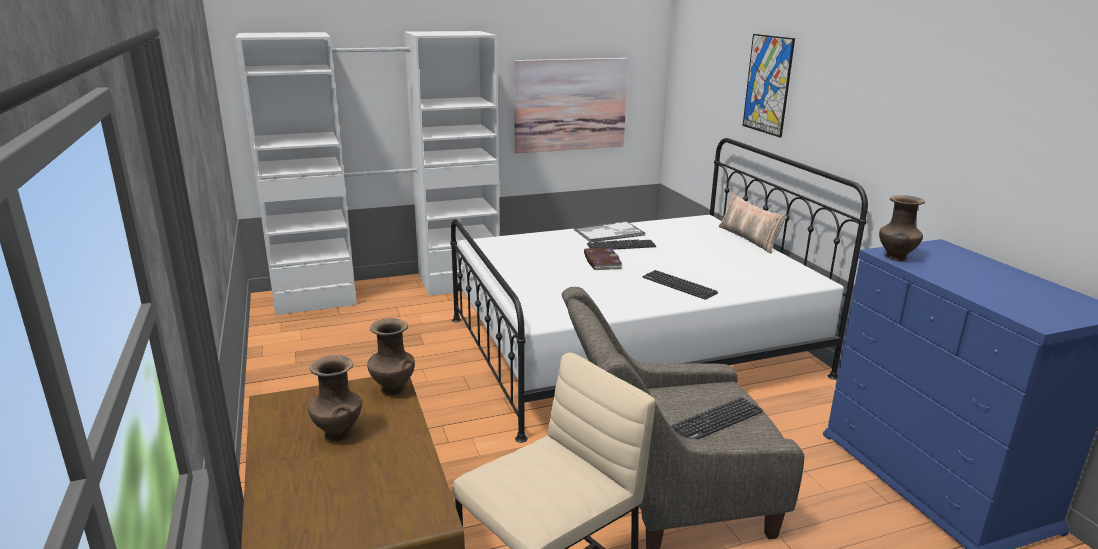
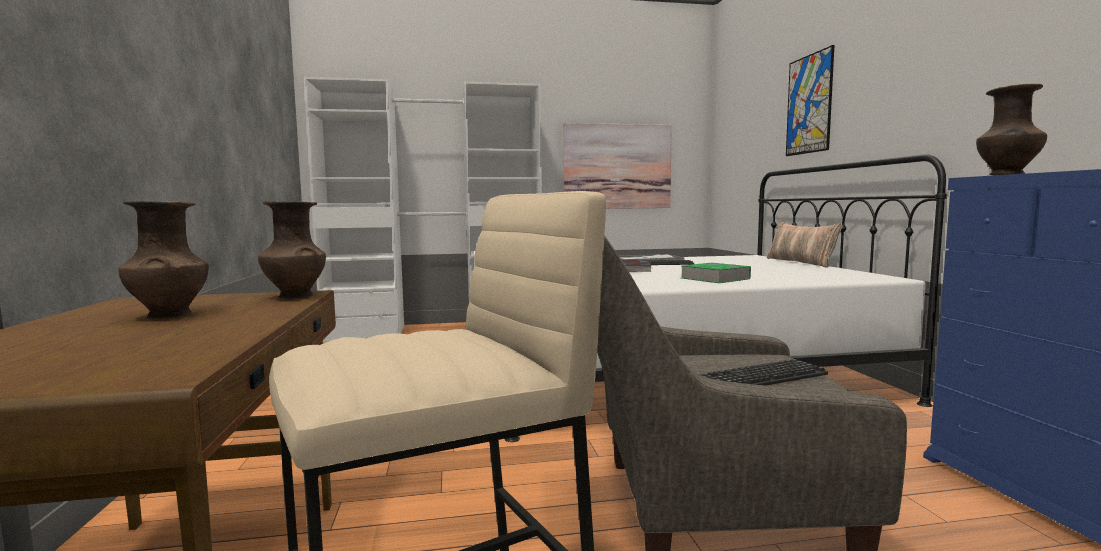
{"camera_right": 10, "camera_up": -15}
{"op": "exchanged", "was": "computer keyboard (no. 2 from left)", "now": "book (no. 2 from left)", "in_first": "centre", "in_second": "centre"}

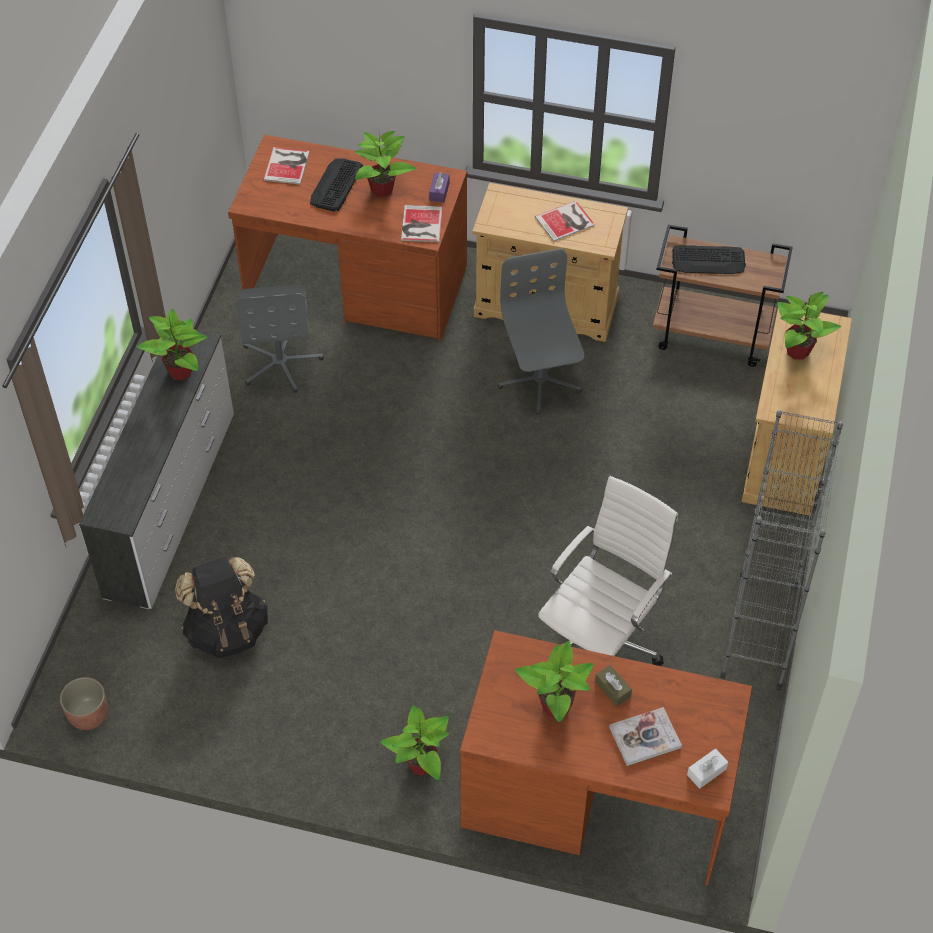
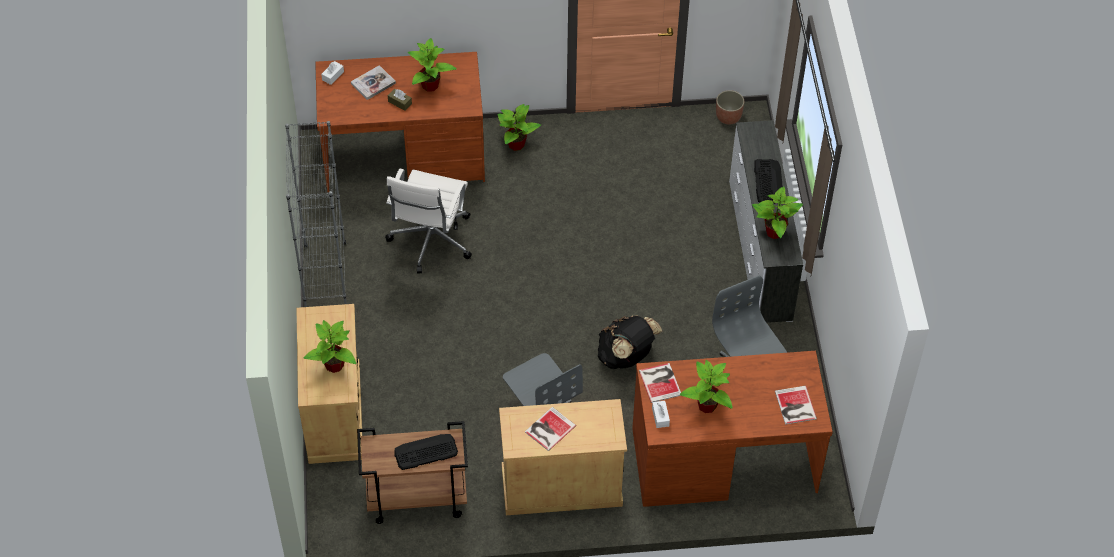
{"camera_right": 160, "camera_up": 0}
{"op": "relocated", "was": "rucksack in black", "in_first": "middle left", "in_second": "centre"}
{"op": "colour", "was": "box of tissues in purple-coloured", "now": "box of tissues in whitish (no. 2 from left)", "in_first": "top centre", "in_second": "bottom centre"}
{"op": "relocated", "was": "computer keyboard (no. 1 from left in the first image)", "now": "computer keyboard (no. 2 from left)", "in_first": "top centre", "in_second": "top right"}

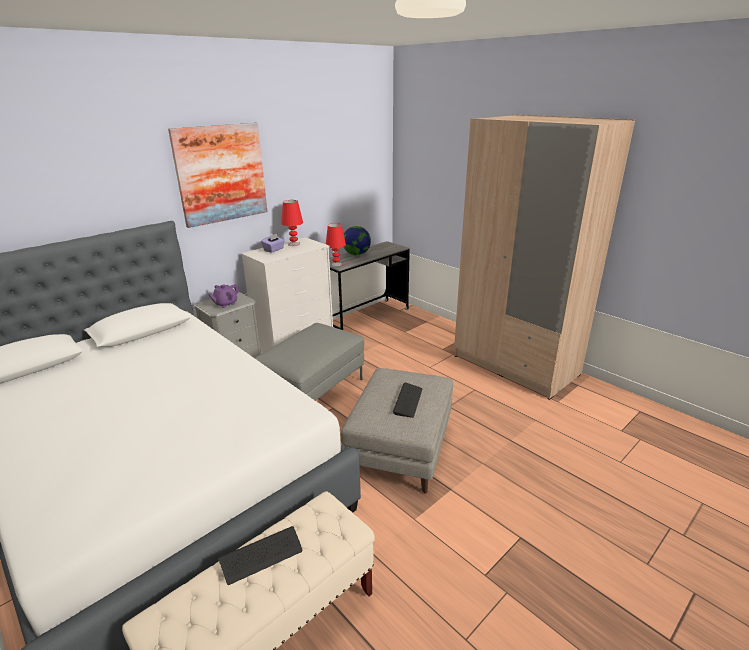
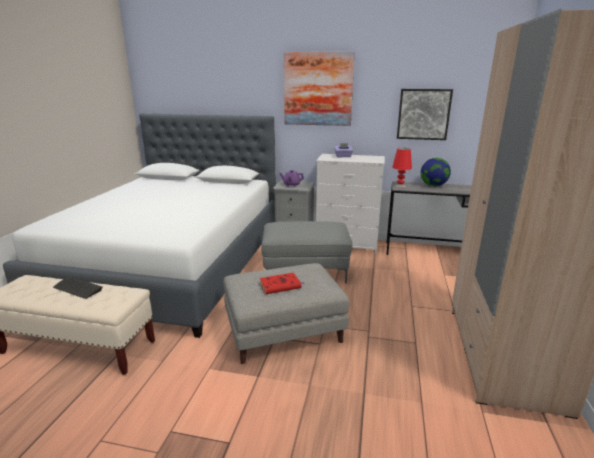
{"camera_right": 55, "camera_up": -5}
{"op": "exchanged", "was": "computer keyboard (no. 2 from left)", "now": "book in red", "in_first": "centre", "in_second": "centre"}
{"op": "appeared", "now": "picture (no. 2 from left)", "in_second": "top right"}
{"op": "missing", "was": "table lamp in red (no. 1 from left)", "in_first": "centre"}

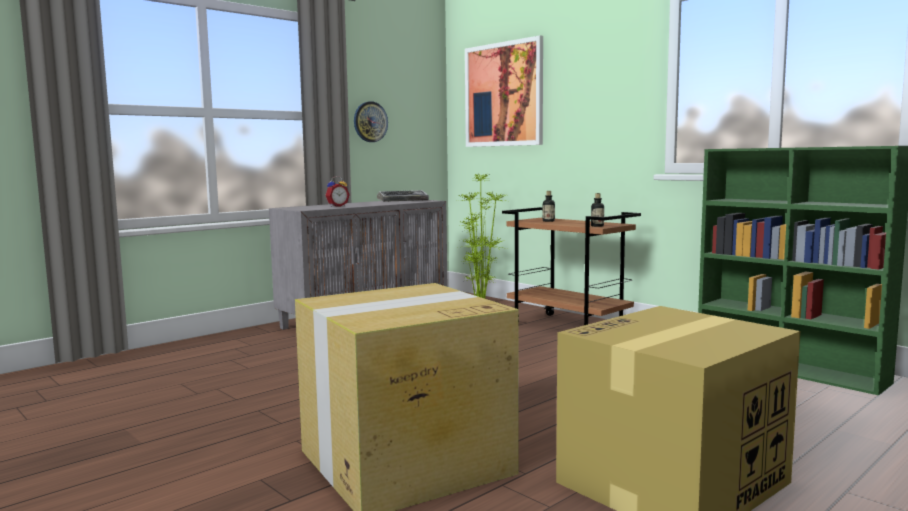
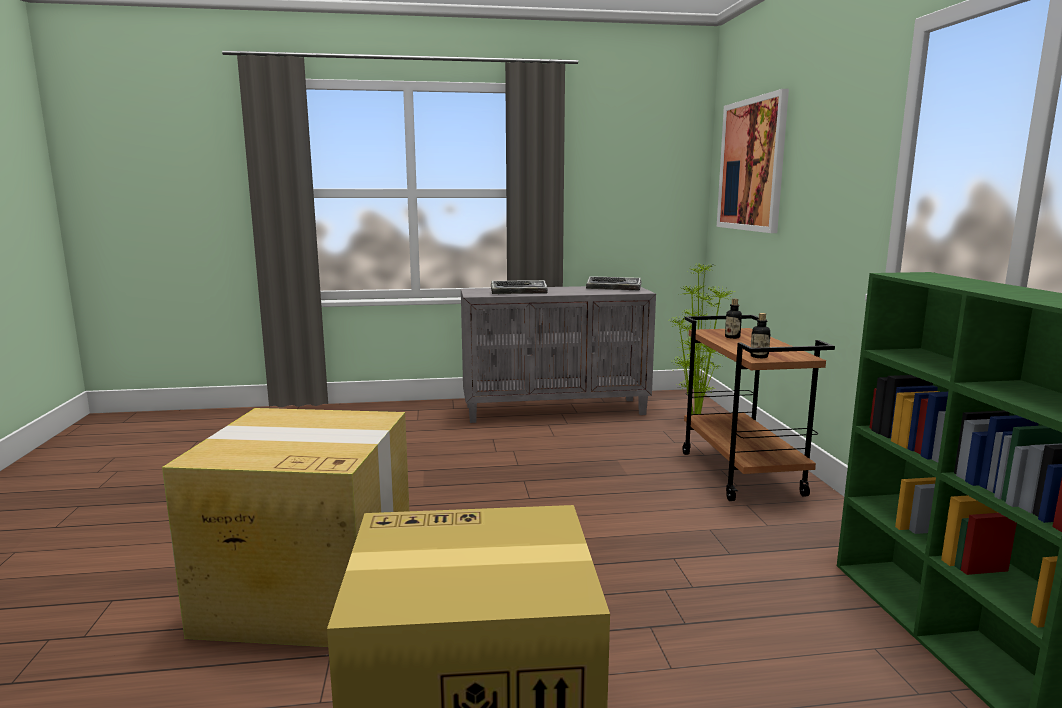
{"camera_right": 35, "camera_up": 5}
{"op": "exchanged", "was": "table clock", "now": "computer keyboard (no. 1 from left)", "in_first": "centre", "in_second": "centre"}
{"op": "missing", "was": "wall clock", "in_first": "top centre"}

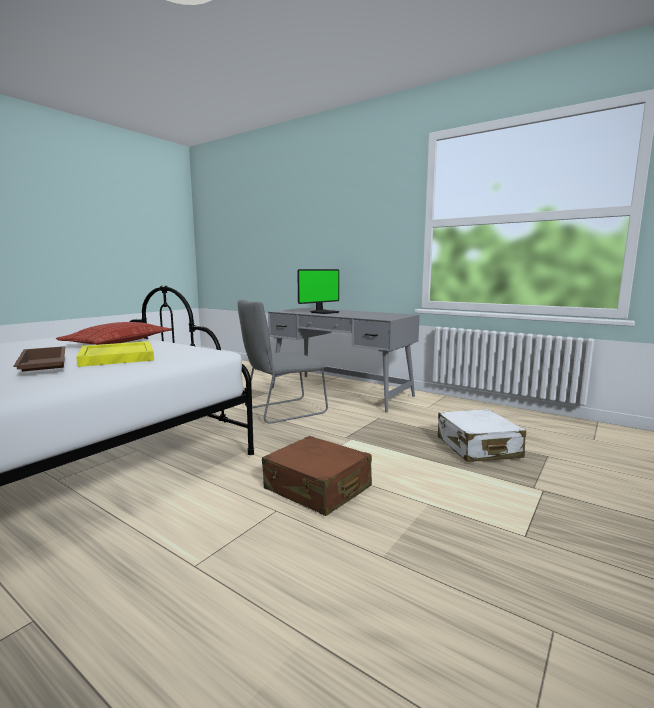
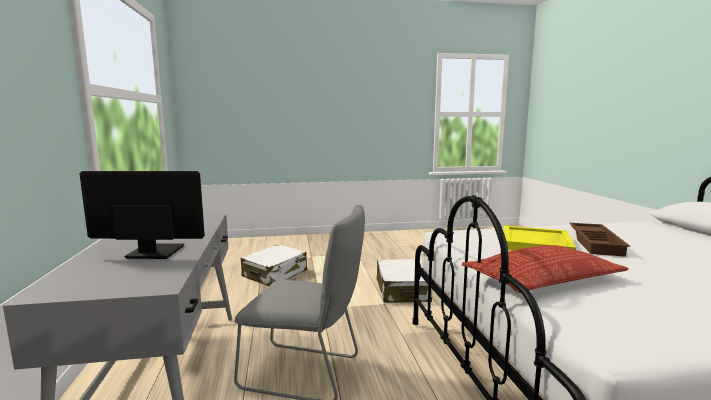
{"camera_right": -135, "camera_up": 0}
{"op": "colour", "was": "suitcase in brown", "now": "suitcase in whitish (no. 2 from left)", "in_first": "bottom centre", "in_second": "bottom centre"}

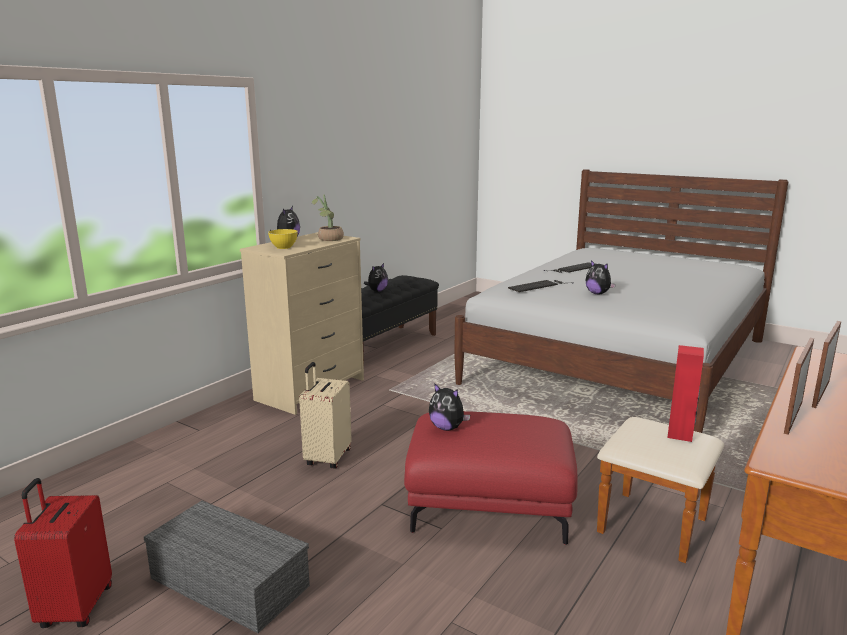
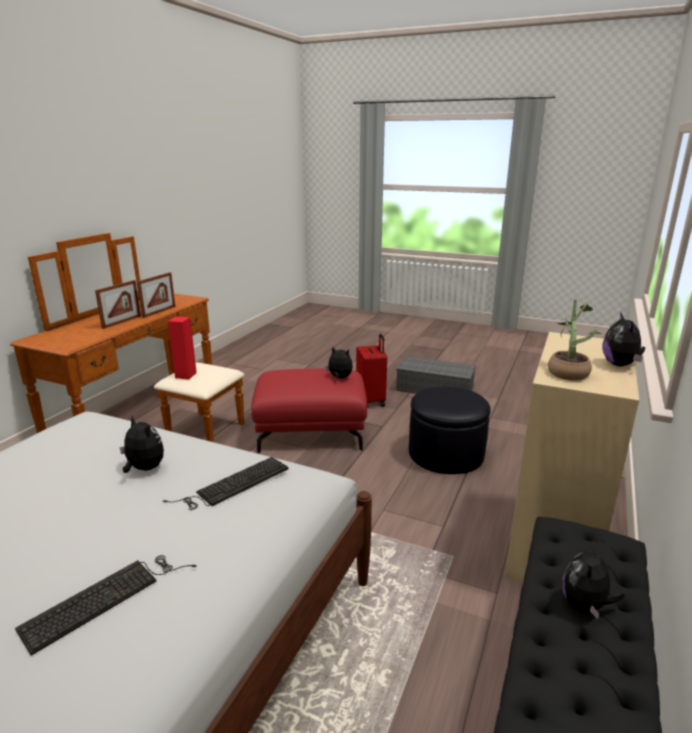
{"camera_right": 170, "camera_up": 5}
{"op": "relocated", "was": "suitcase in red", "in_first": "bottom left", "in_second": "centre"}
{"op": "exchanged", "was": "suitcase in sand-coloured", "now": "pouffe in black", "in_first": "centre", "in_second": "centre"}
{"op": "missing", "was": "serving bowl in yellow-coloured", "in_first": "centre"}

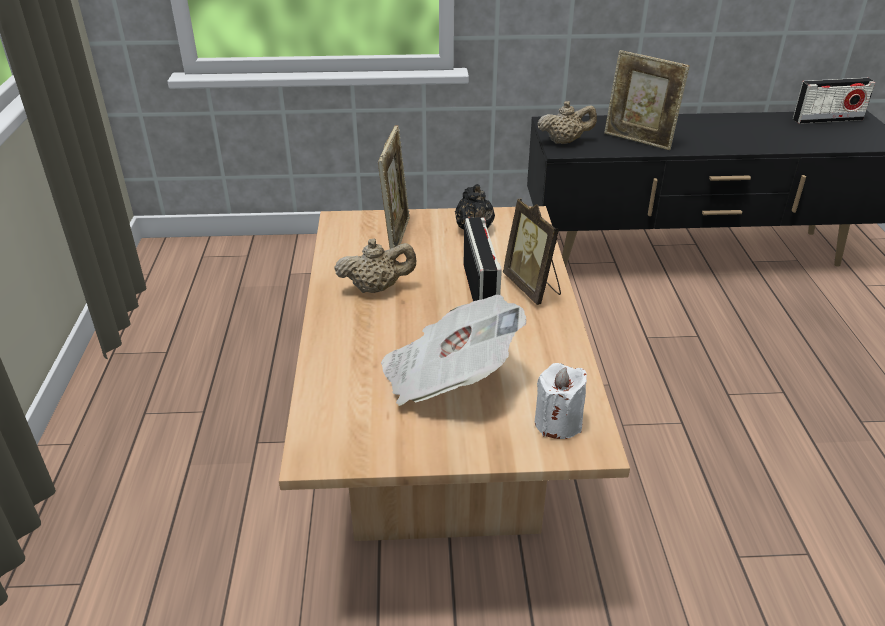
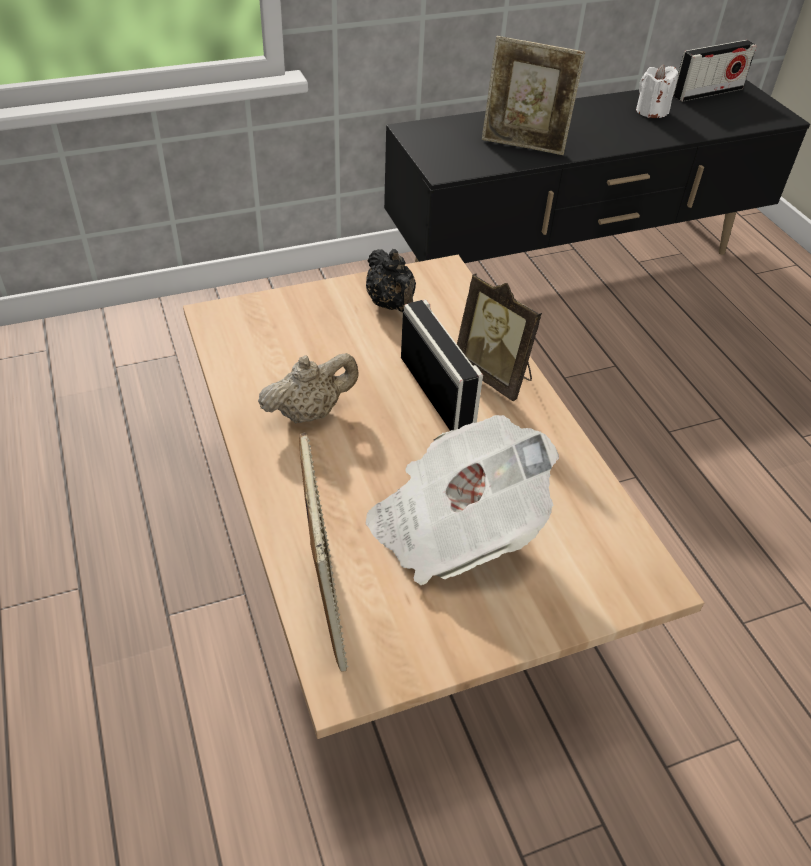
{"camera_right": -20, "camera_up": 10}
{"op": "relocated", "was": "picture frame (no. 1 from left)", "in_first": "top centre", "in_second": "centre"}
{"op": "relocated", "was": "wax candle in whitish", "in_first": "centre", "in_second": "top right"}
{"op": "missing", "was": "tea pot in sand-coloured (no. 2 from left)", "in_first": "top centre"}

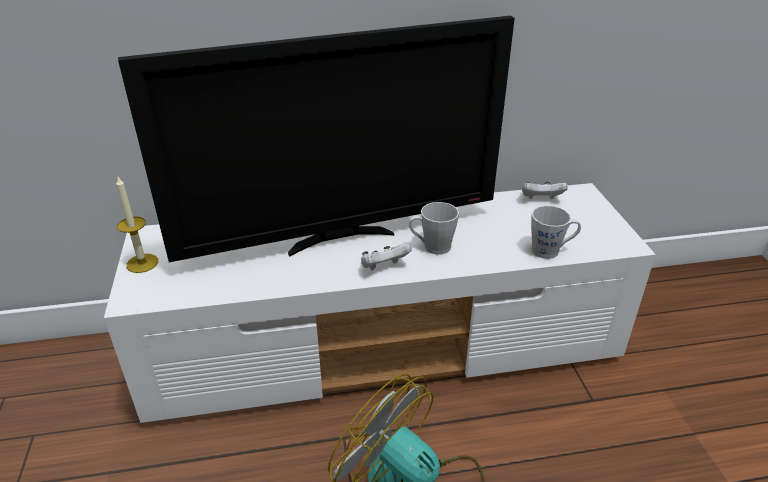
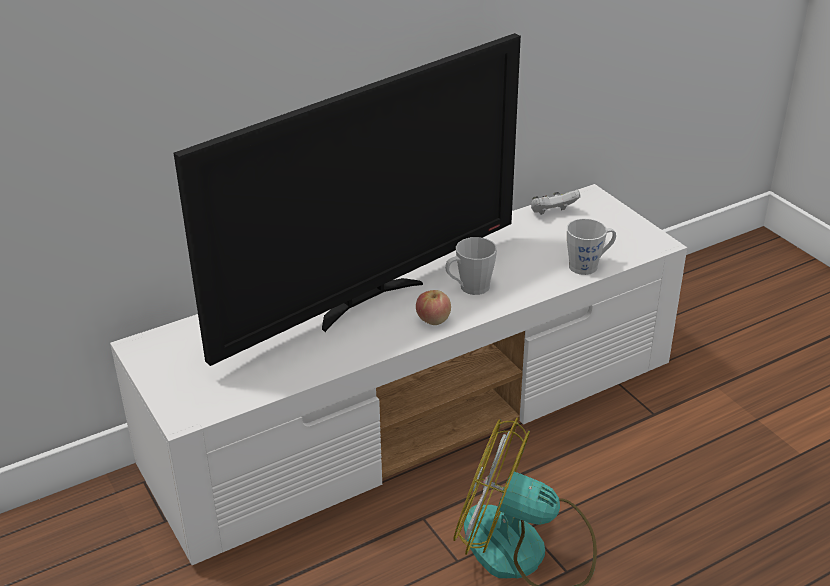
{"camera_right": -20, "camera_up": 0}
{"op": "exchanged", "was": "game controller in whitish (no. 1 from left)", "now": "apple fruit", "in_first": "centre", "in_second": "centre"}
{"op": "missing", "was": "wax candle", "in_first": "middle left"}

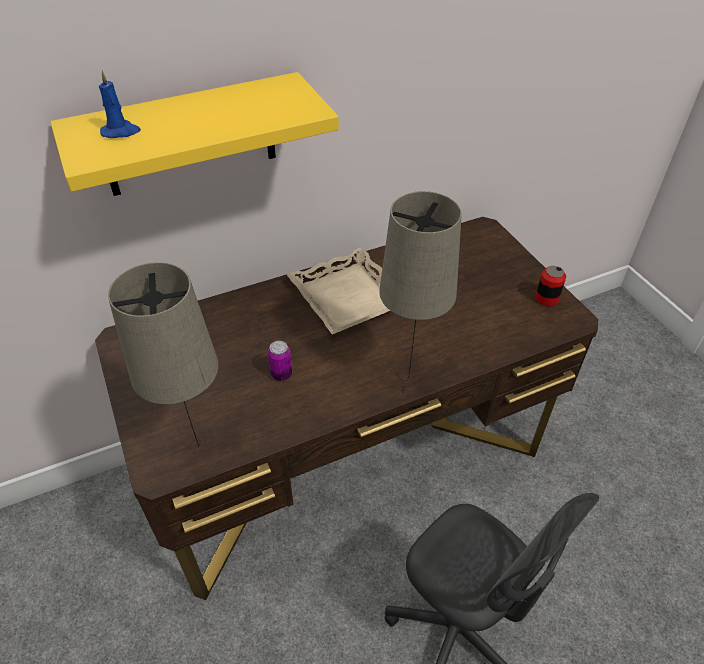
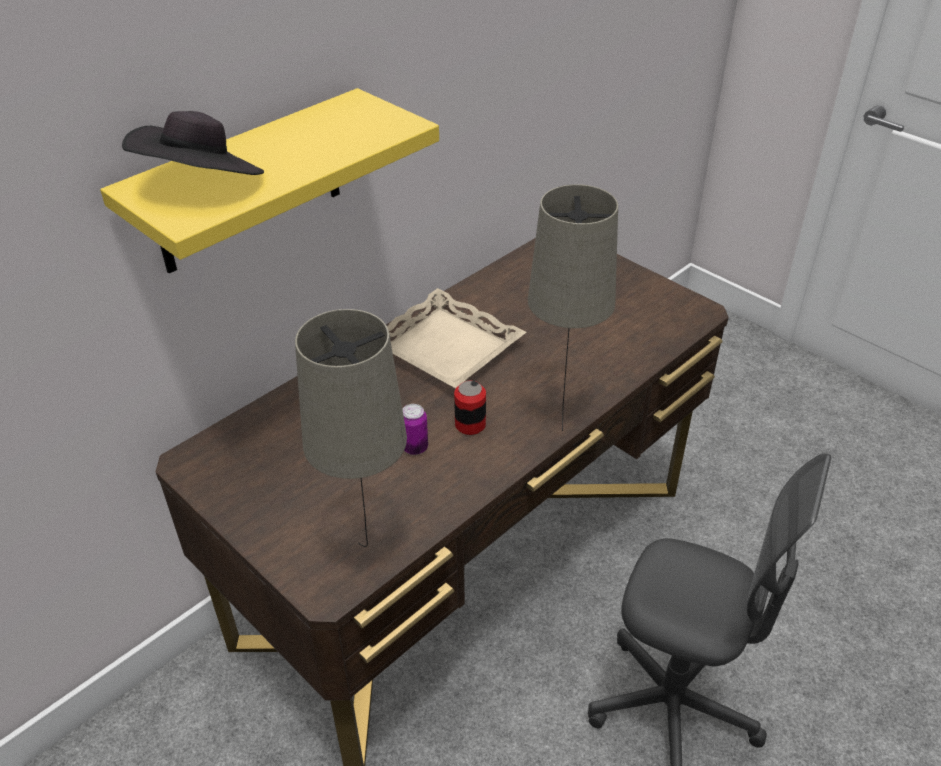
{"camera_right": -20, "camera_up": -5}
{"op": "exchanged", "was": "wax candle in bluish", "now": "hat in black", "in_first": "top left", "in_second": "top left"}
{"op": "relocated", "was": "sealed can (no. 2 from left)", "in_first": "middle right", "in_second": "centre"}

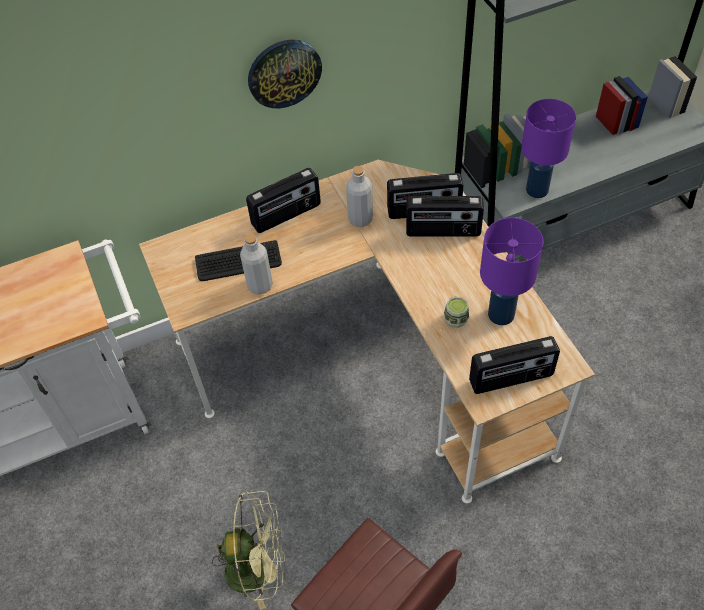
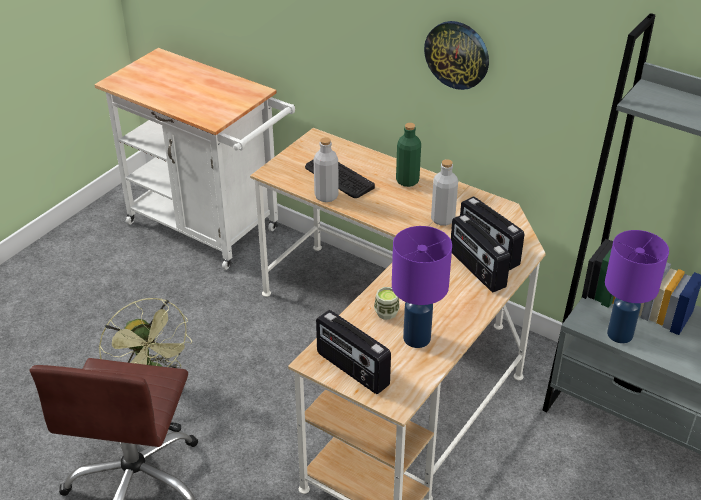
{"camera_right": 55, "camera_up": -15}
{"op": "exchanged", "was": "radio set (no. 1 from left)", "now": "drink bottle in greenish", "in_first": "top centre", "in_second": "top centre"}

